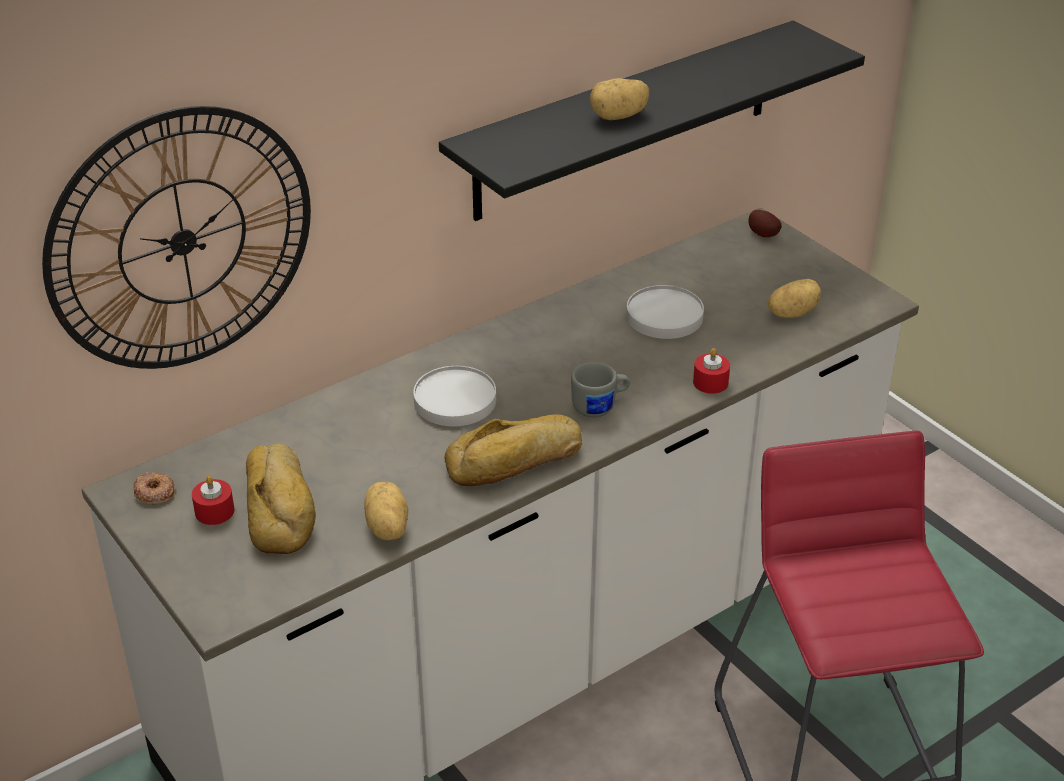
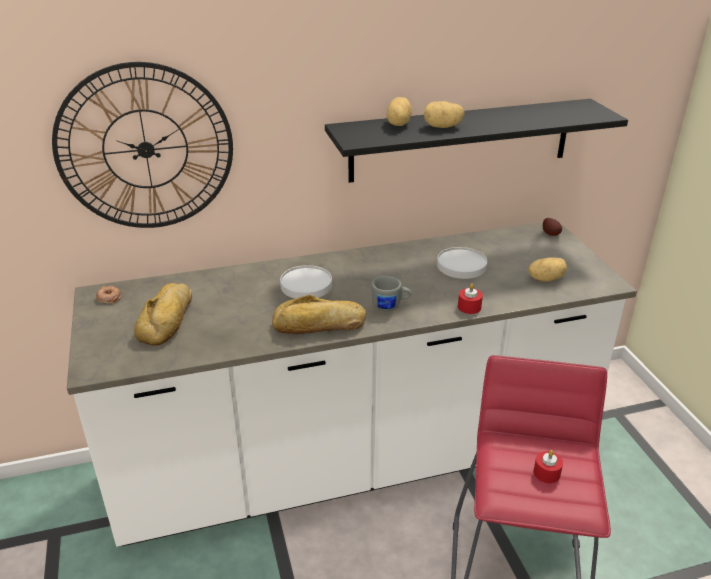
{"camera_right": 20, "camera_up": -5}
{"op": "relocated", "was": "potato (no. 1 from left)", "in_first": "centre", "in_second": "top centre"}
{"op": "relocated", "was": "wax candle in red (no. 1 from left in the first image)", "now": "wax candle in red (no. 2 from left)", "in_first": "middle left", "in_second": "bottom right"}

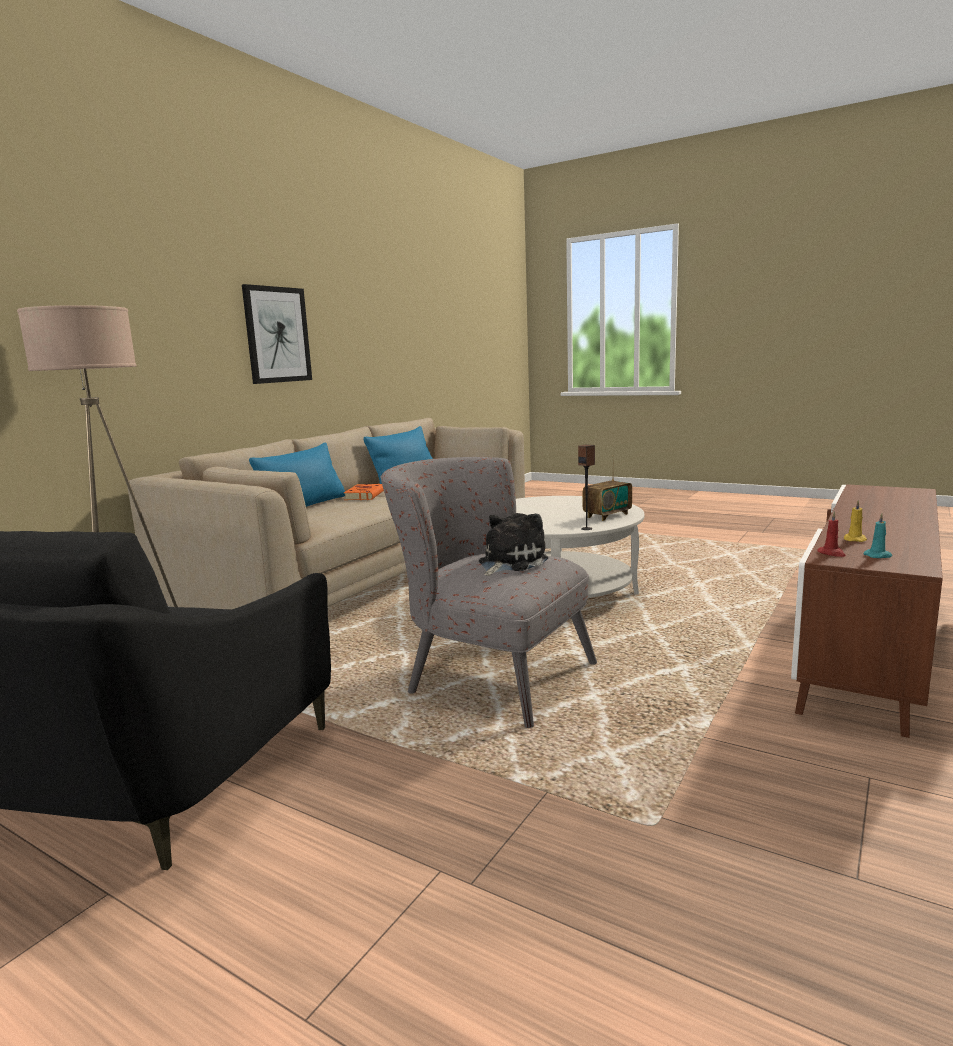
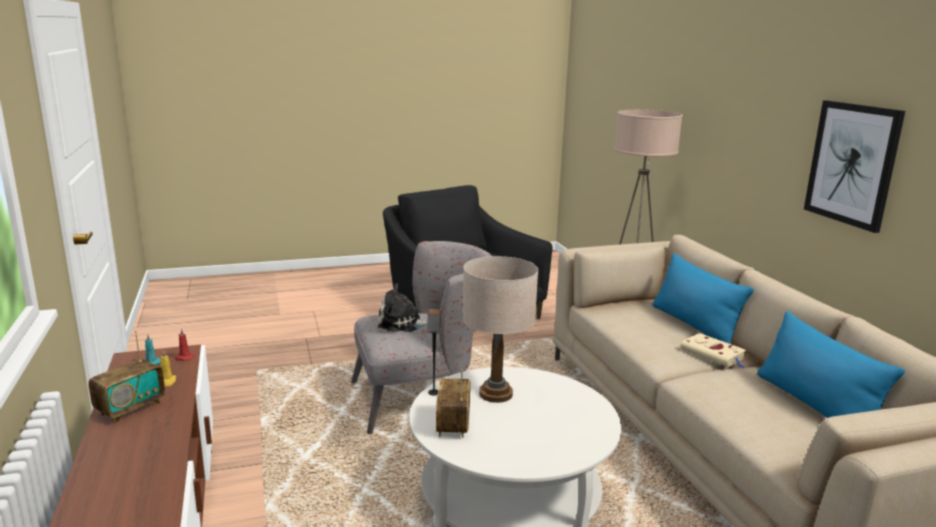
{"camera_right": 130, "camera_up": 5}
{"op": "appeared", "now": "radio set (no. 1 from left)", "in_second": "bottom left"}
{"op": "spun", "was": "soft toy", "in_first": "centre", "in_second": "centre", "clockwise": 105}
{"op": "appeared", "now": "table lamp in sand-coloured", "in_second": "centre"}
{"op": "colour", "was": "book in orangey", "now": "book in sand-coloured", "in_first": "centre", "in_second": "middle right"}

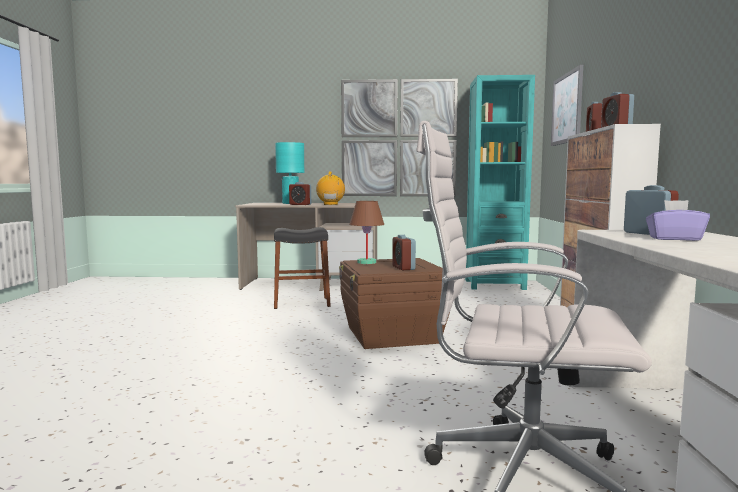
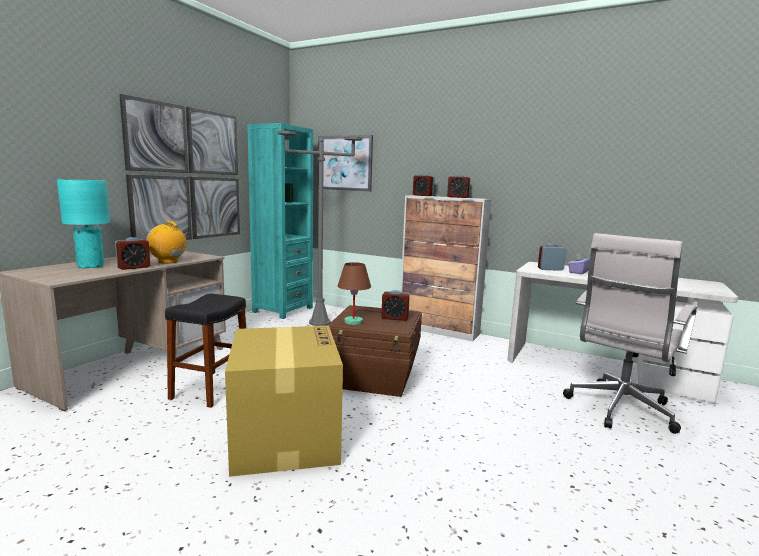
{"camera_right": -65, "camera_up": 5}
{"op": "appeared", "now": "packing box", "in_second": "bottom centre"}
{"op": "appeared", "now": "standing lamp in greyish", "in_second": "centre"}

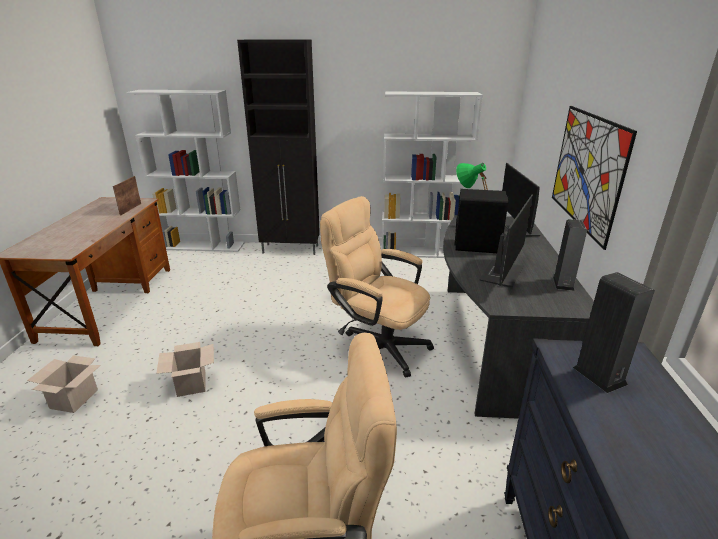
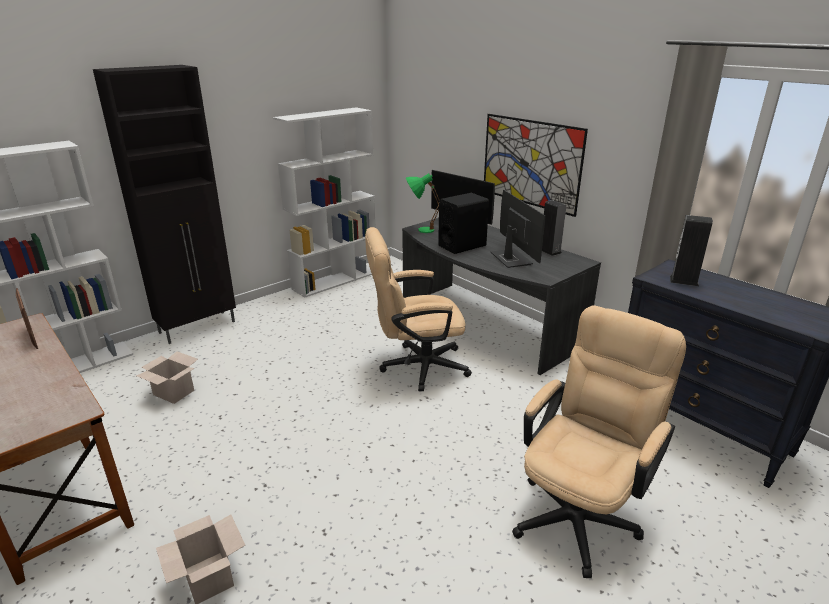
{"camera_right": -45, "camera_up": 0}
{"op": "relocated", "was": "packing box (no. 2 from left in the first image)", "now": "packing box (no. 1 from left)", "in_first": "bottom left", "in_second": "middle left"}

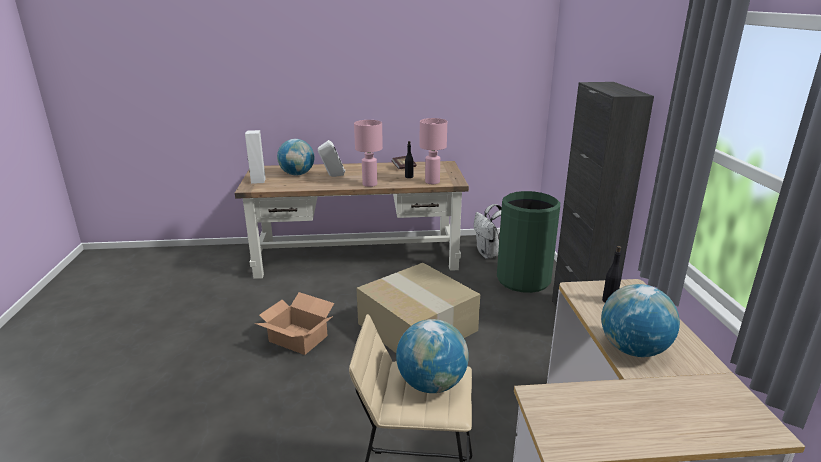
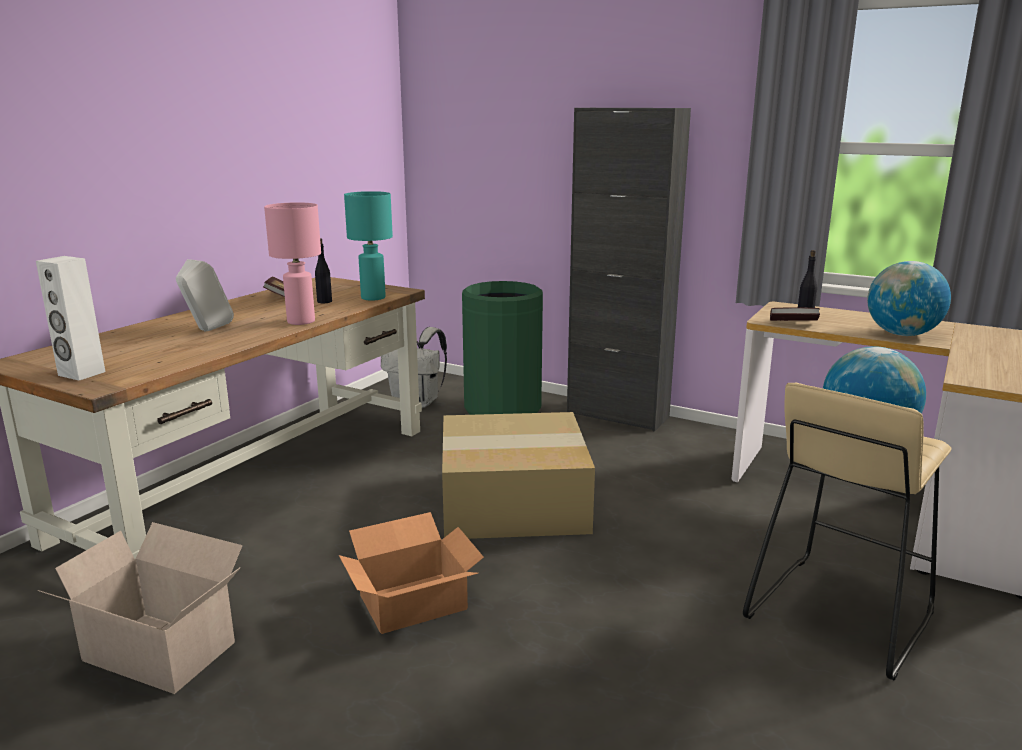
{"camera_right": -55, "camera_up": -5}
{"op": "appeared", "now": "packing box (no. 1 from left)", "in_second": "bottom left"}
{"op": "colour", "was": "table lamp in pink (no. 2 from left)", "now": "table lamp in turquoise", "in_first": "top centre", "in_second": "top centre"}
{"op": "appeared", "now": "book (no. 2 from left)", "in_second": "middle right"}
{"op": "missing", "was": "world globe (no. 1 from left)", "in_first": "centre"}

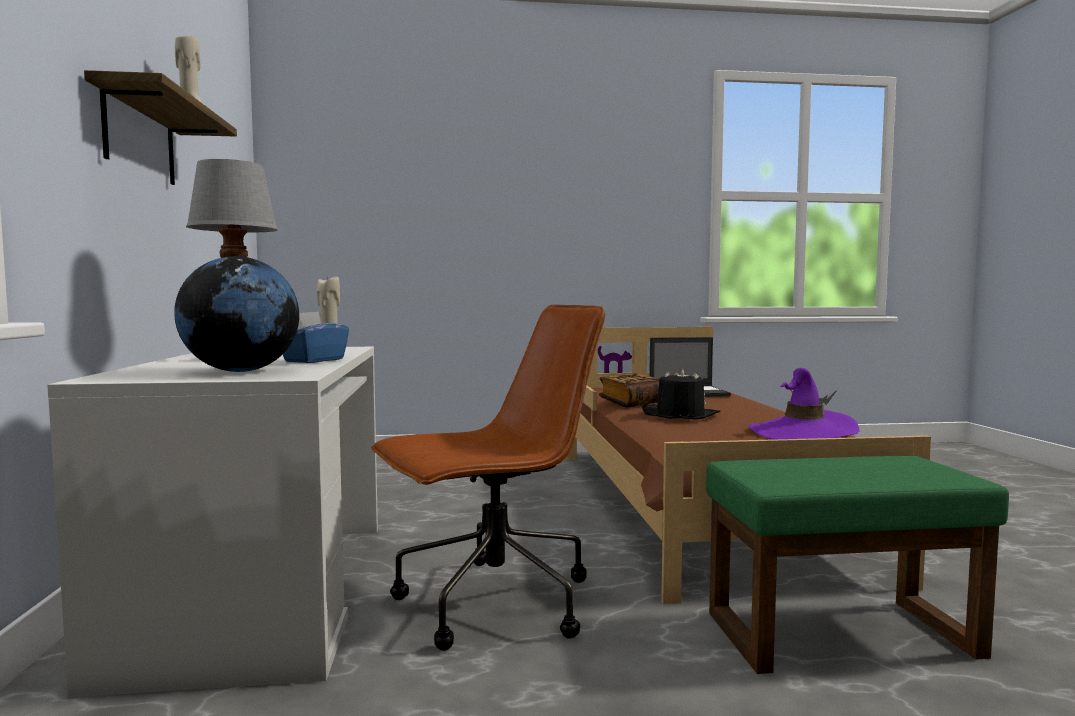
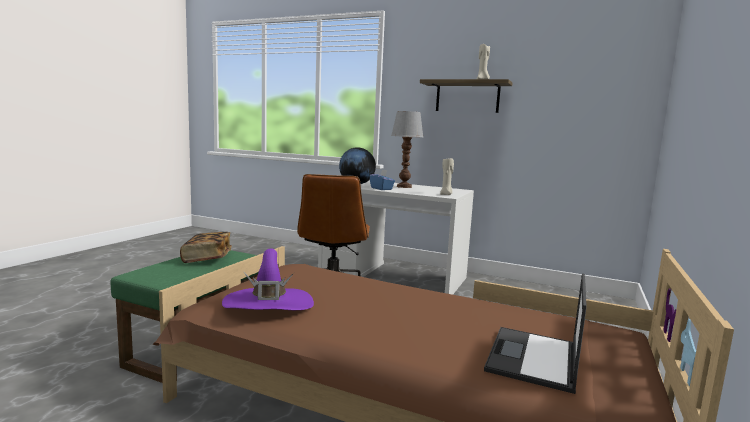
{"camera_right": 120, "camera_up": 5}
{"op": "relocated", "was": "book", "in_first": "centre", "in_second": "middle left"}
{"op": "missing", "was": "hat in black", "in_first": "centre"}

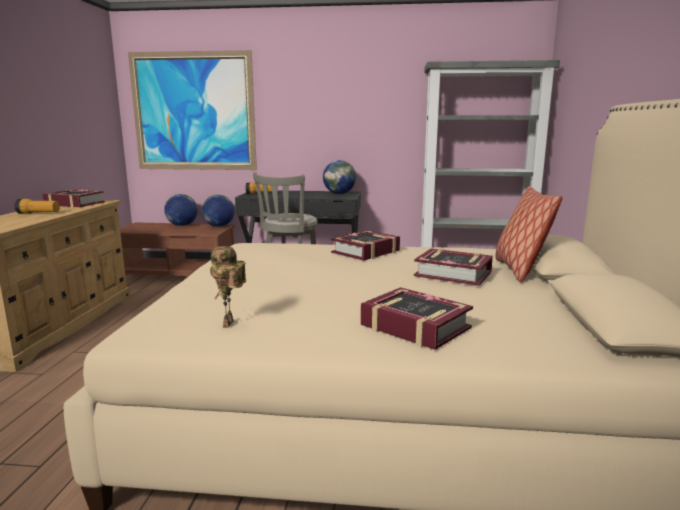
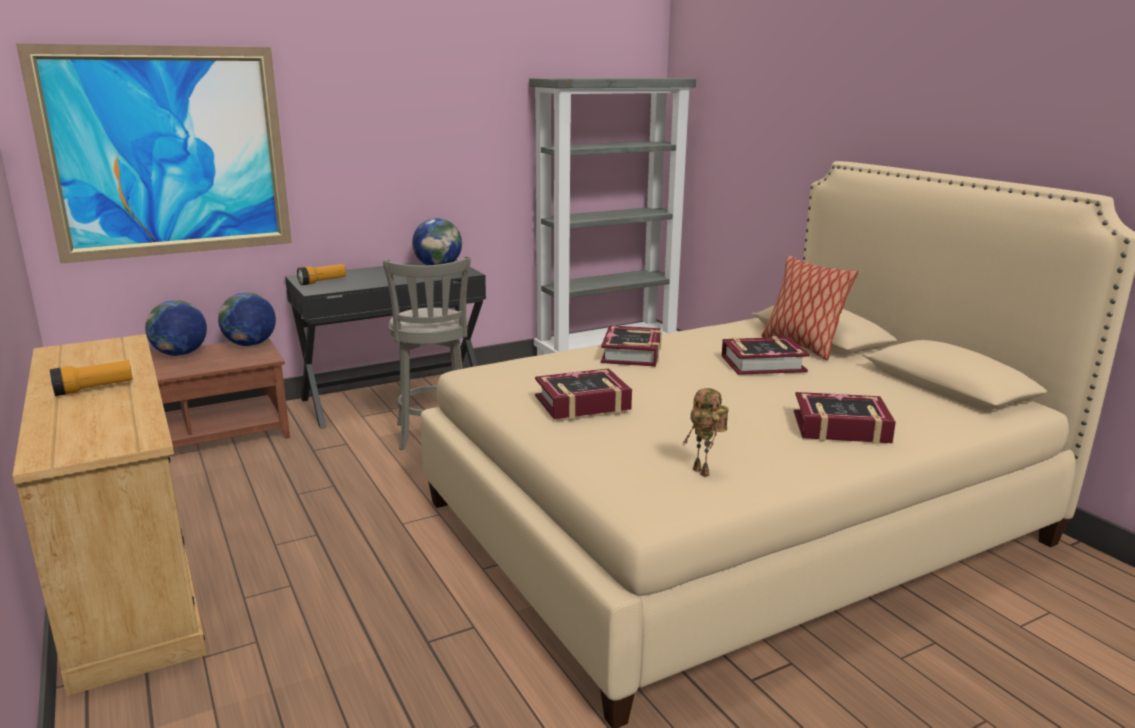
{"camera_right": -35, "camera_up": 5}
{"op": "relocated", "was": "book (no. 1 from left)", "in_first": "middle left", "in_second": "centre"}

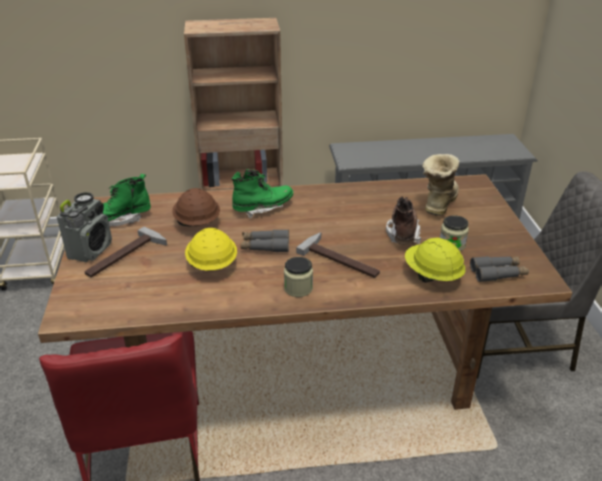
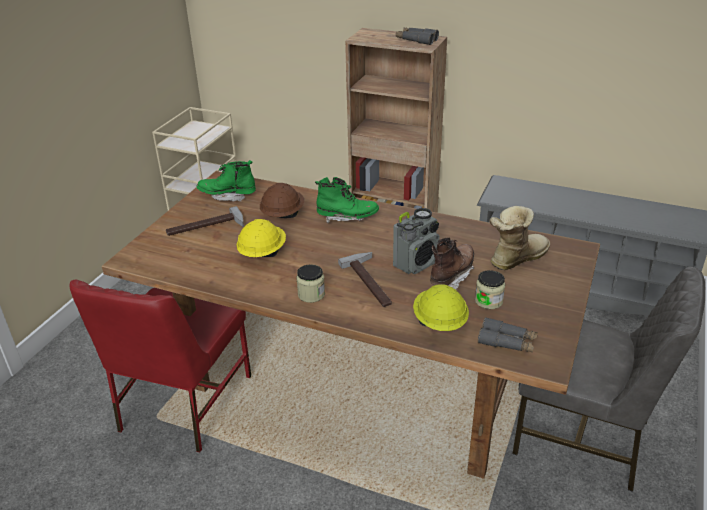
{"camera_right": 30, "camera_up": 0}
{"op": "relocated", "was": "radio set", "in_first": "middle left", "in_second": "centre"}
{"op": "relocated", "was": "field glasses in greyish (no. 1 from left)", "in_first": "centre", "in_second": "top centre"}

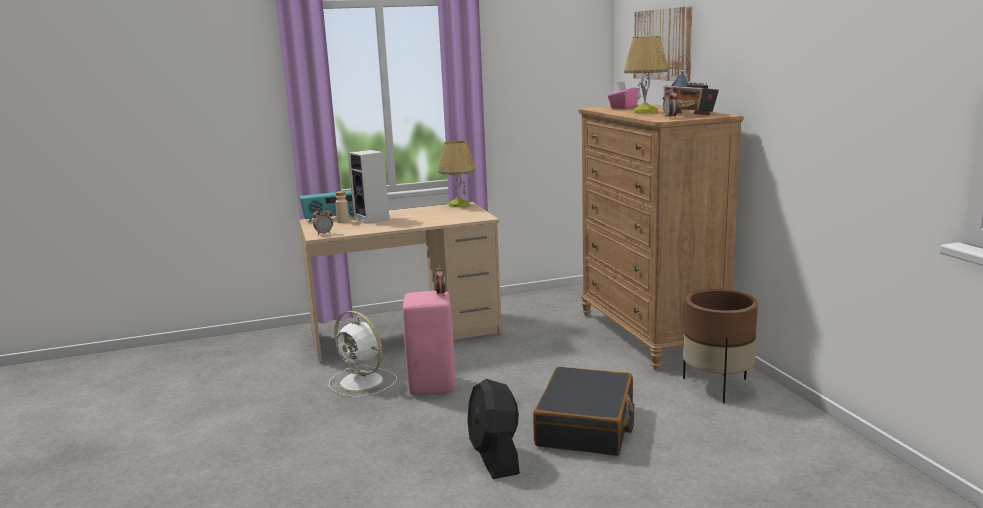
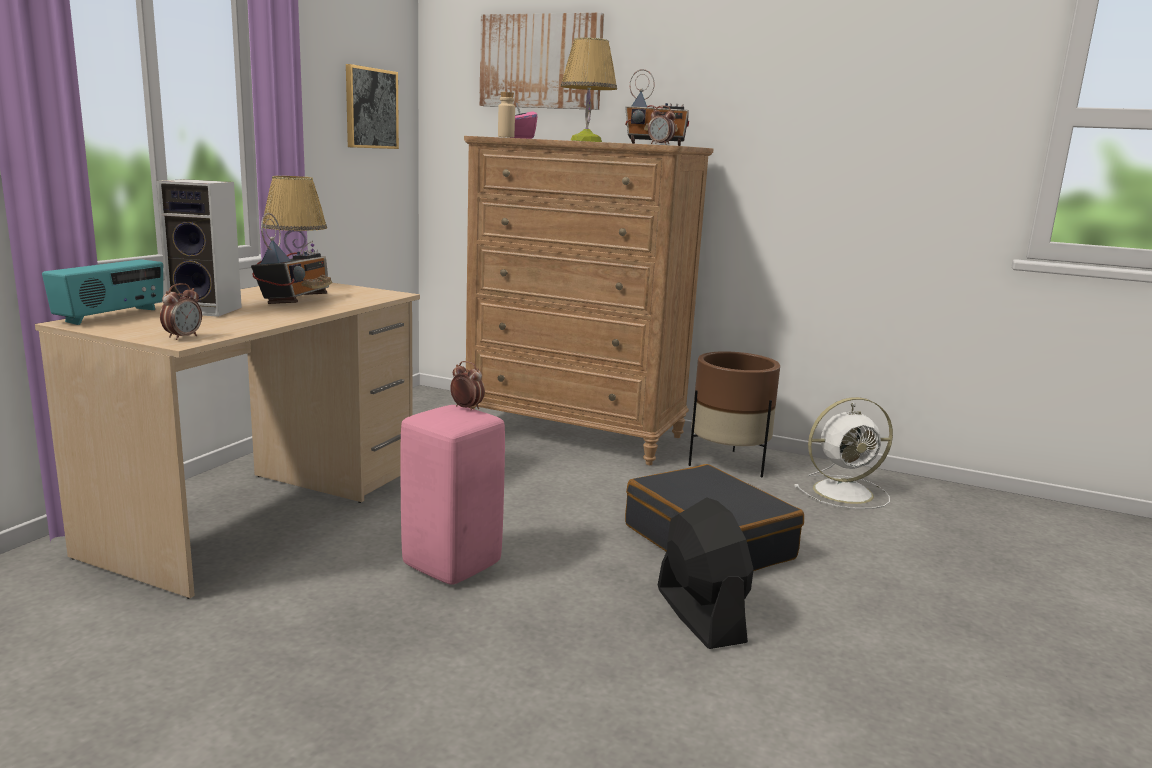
{"camera_right": -50, "camera_up": 0}
{"op": "appeared", "now": "radio set (no. 2 from left)", "in_second": "middle left"}
{"op": "appeared", "now": "picture (no. 1 from left)", "in_second": "top left"}
{"op": "relocated", "was": "drink bottle in sand-coloured", "in_first": "centre", "in_second": "top centre"}
{"op": "spun", "was": "fan in black", "in_first": "bottom centre", "in_second": "bottom centre", "clockwise": -135}
{"op": "relocated", "was": "fan in whitish", "in_first": "bottom centre", "in_second": "middle right"}

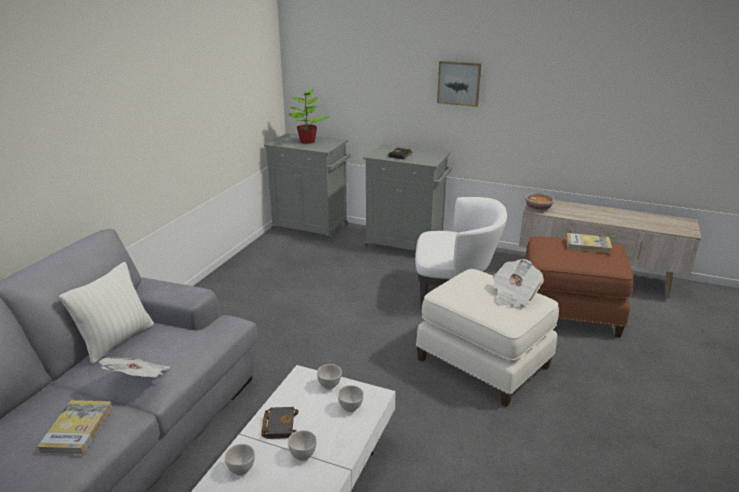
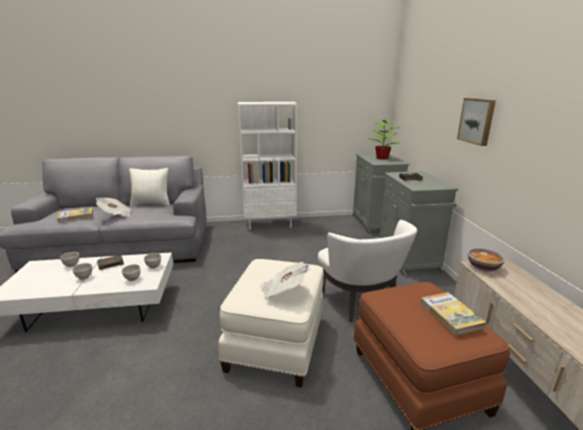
{"camera_right": 60, "camera_up": -5}
{"op": "appeared", "now": "shelving unit in whitish", "in_second": "centre"}

